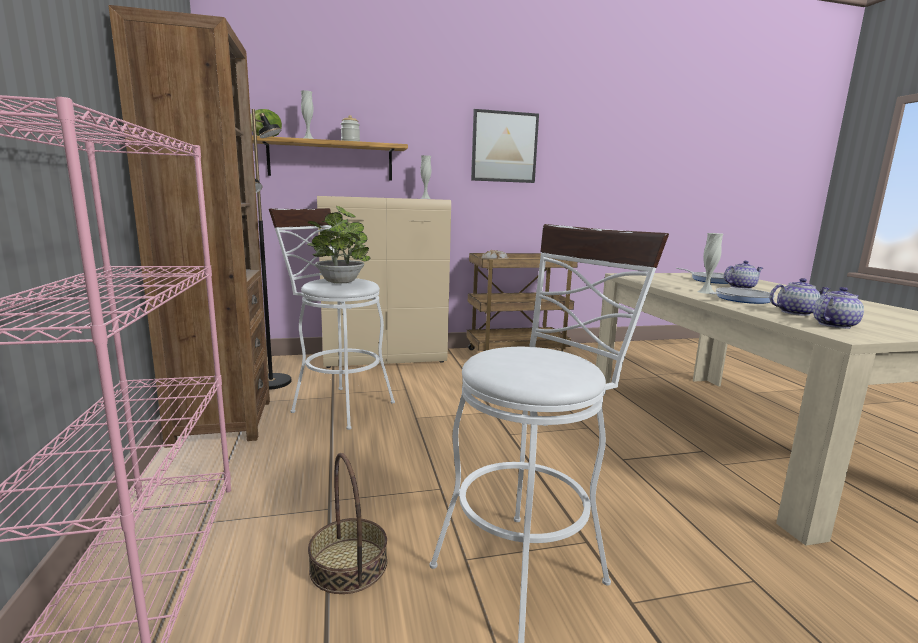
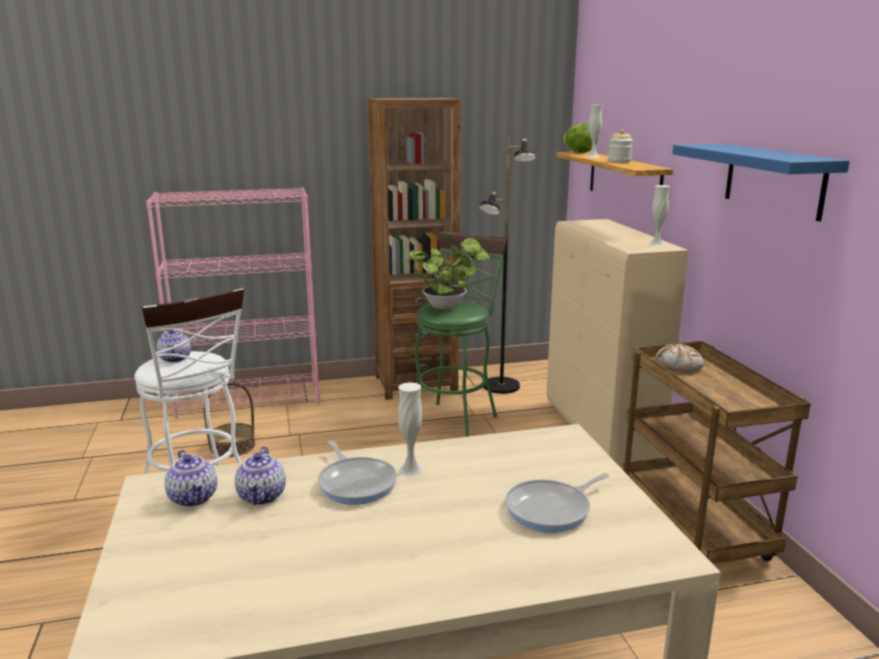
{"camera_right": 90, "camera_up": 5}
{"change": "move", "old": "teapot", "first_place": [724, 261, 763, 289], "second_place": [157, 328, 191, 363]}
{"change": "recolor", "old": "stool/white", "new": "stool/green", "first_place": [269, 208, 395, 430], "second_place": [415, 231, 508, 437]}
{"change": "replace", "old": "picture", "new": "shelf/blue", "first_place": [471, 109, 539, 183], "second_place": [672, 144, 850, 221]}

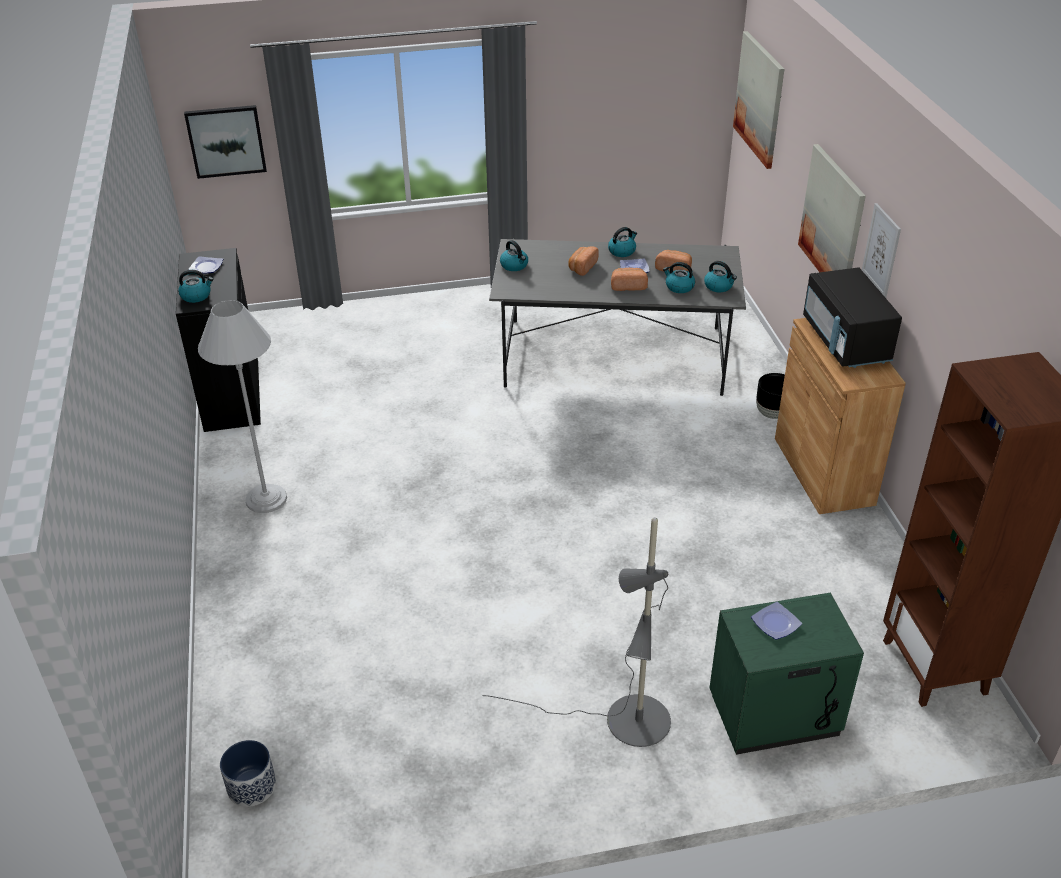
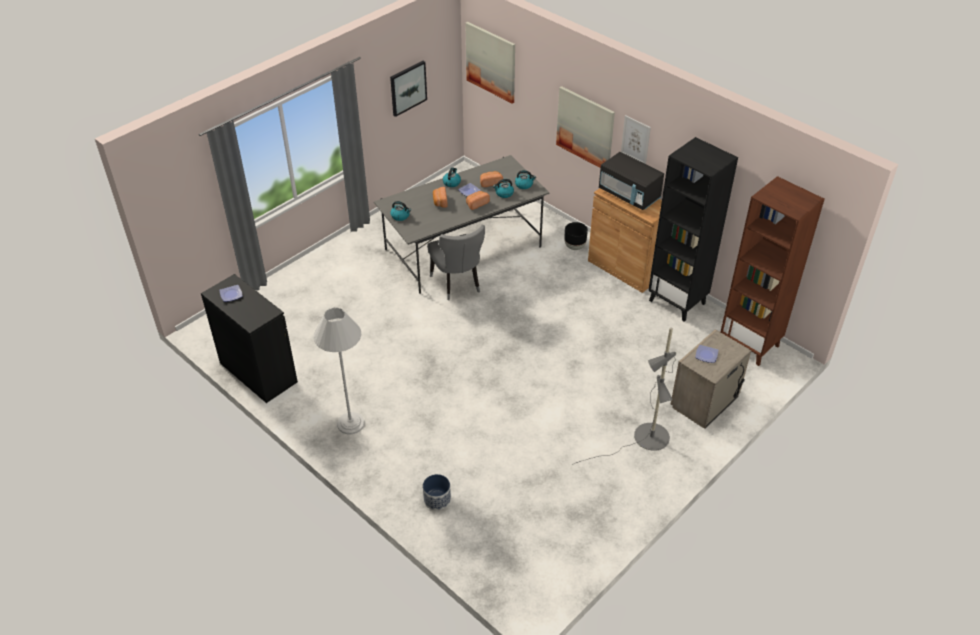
{"camera_right": -35, "camera_up": 5}
{"change": "move", "old": "picture", "first_place": [184, 105, 267, 179], "second_place": [390, 61, 427, 117]}
{"change": "move", "old": "planter", "first_place": [220, 740, 276, 807], "second_place": [423, 474, 451, 511]}
{"change": "insert", "new": "chair/grey", "second_place": [427, 225, 485, 300]}
{"change": "insert", "new": "bookcase/black", "second_place": [648, 137, 738, 322]}
{"change": "recolor", "old": "nightstand/green", "new": "nightstand/beige", "first_place": [709, 593, 864, 755], "second_place": [671, 329, 751, 429]}
{"change": "delete", "old": "kettle", "first_place": [178, 270, 213, 303]}

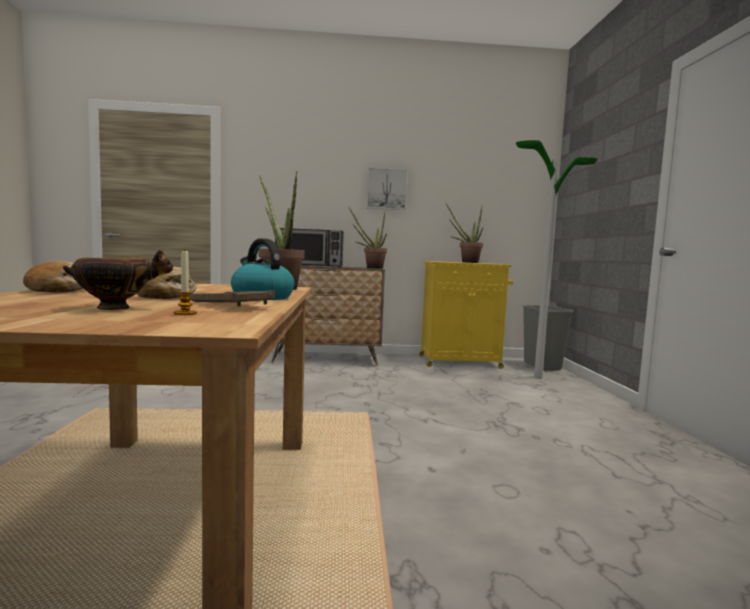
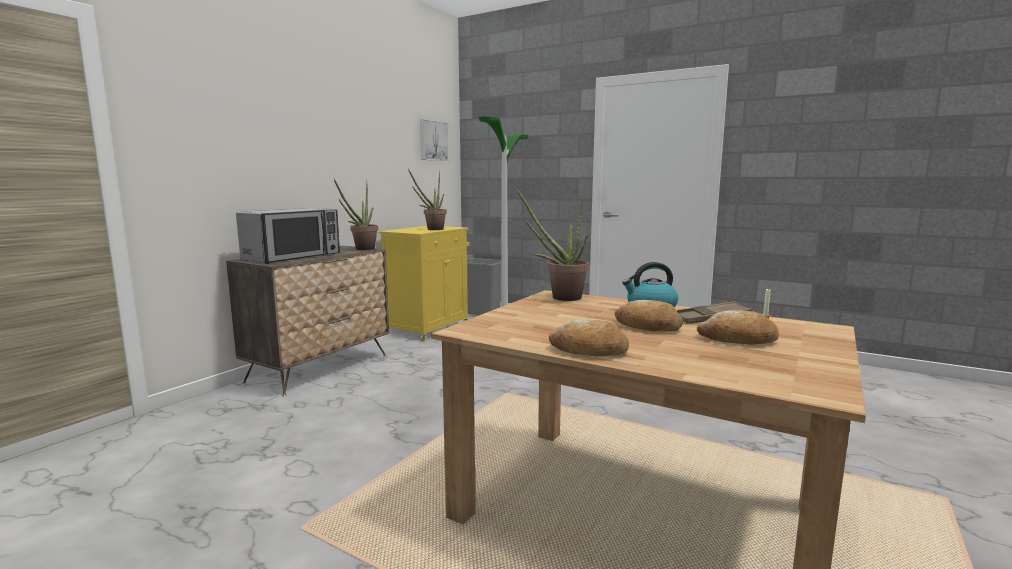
{"camera_right": -55, "camera_up": 5}
{"change": "move", "old": "picture", "first_place": [367, 167, 408, 210], "second_place": [420, 119, 449, 161]}
{"change": "replace", "old": "bowl", "new": "bread", "first_place": [63, 250, 173, 310], "second_place": [697, 310, 779, 345]}

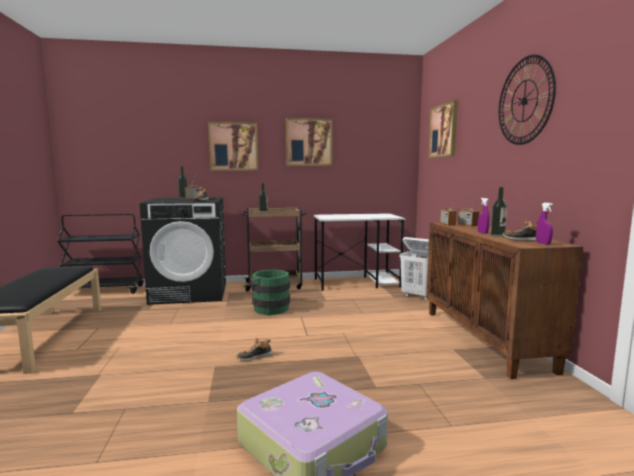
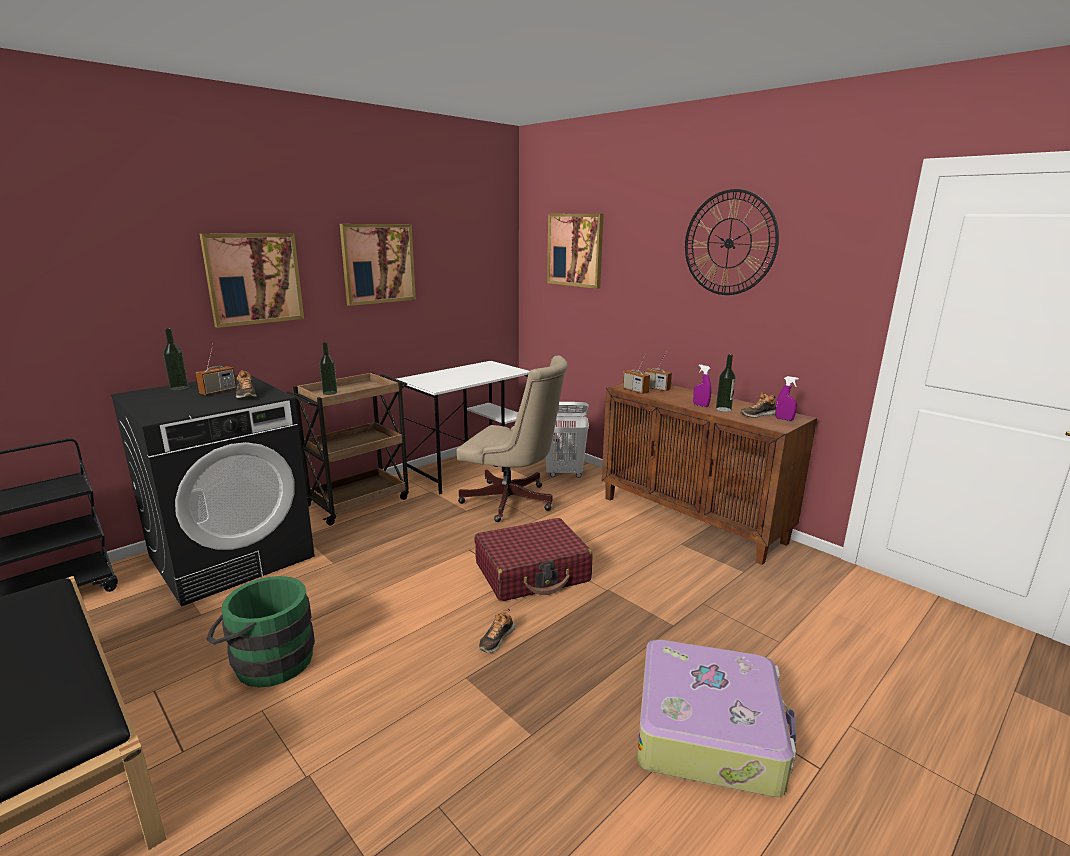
{"camera_right": -35, "camera_up": 10}
{"change": "move", "old": "bucket/green", "first_place": [245, 270, 290, 315], "second_place": [206, 576, 315, 687]}
{"change": "insert", "new": "office chair/beige", "second_place": [456, 355, 568, 522]}
{"change": "insert", "new": "suitcase/red", "second_place": [475, 518, 592, 601]}

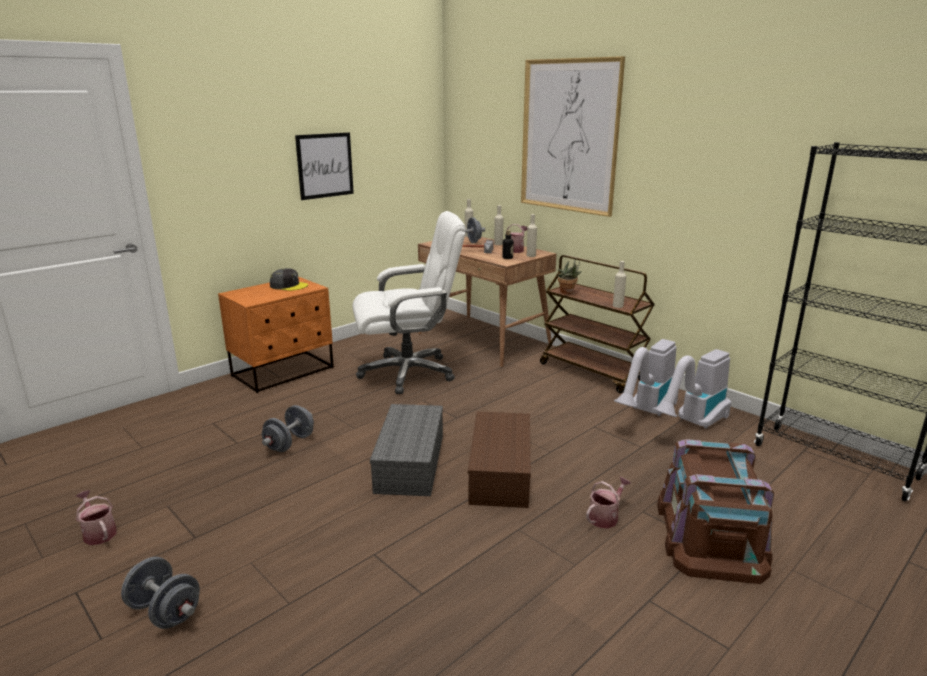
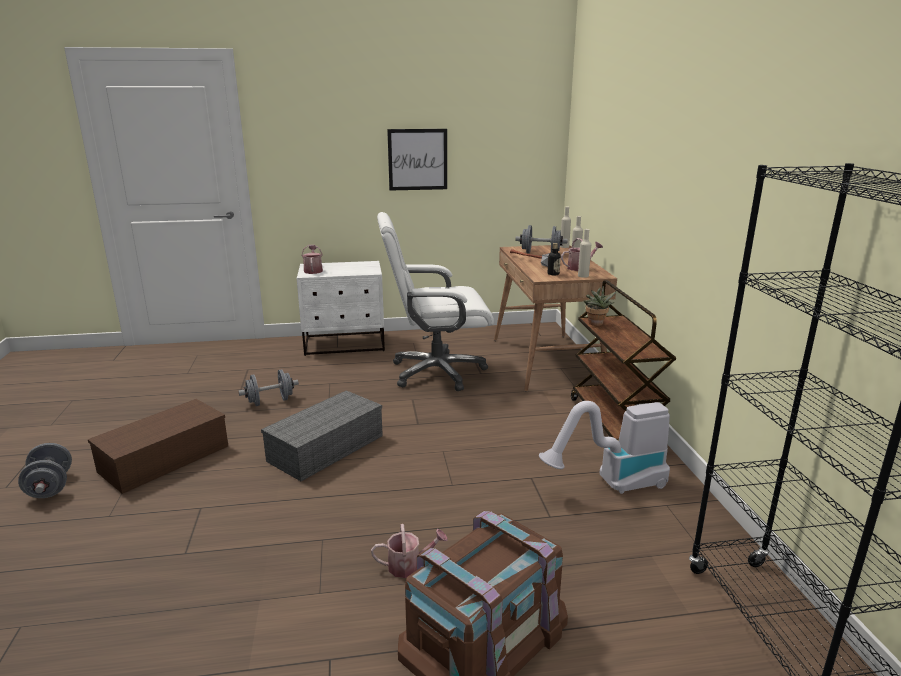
{"camera_right": 35, "camera_up": 0}
{"change": "move", "old": "storage box/brown", "first_place": [468, 411, 531, 508], "second_place": [88, 399, 228, 494]}
{"change": "recolor", "old": "nightstand/orange", "new": "nightstand/white", "first_place": [218, 277, 334, 393], "second_place": [297, 261, 385, 356]}
{"change": "move", "old": "watering can", "first_place": [76, 490, 116, 545], "second_place": [302, 245, 323, 274]}
{"change": "rotate", "old": "office chair/white", "first_place": [352, 211, 466, 394], "second_place": [377, 212, 494, 391], "degrees": 150}
{"change": "delete", "old": "cap/grey", "first_place": [270, 268, 308, 291]}
{"change": "delete", "old": "picture", "first_place": [521, 56, 625, 217]}
{"change": "delete", "old": "bottle/beige", "first_place": [613, 261, 626, 308]}
{"change": "delete", "old": "vacuum cleaner", "first_place": [653, 349, 731, 429]}

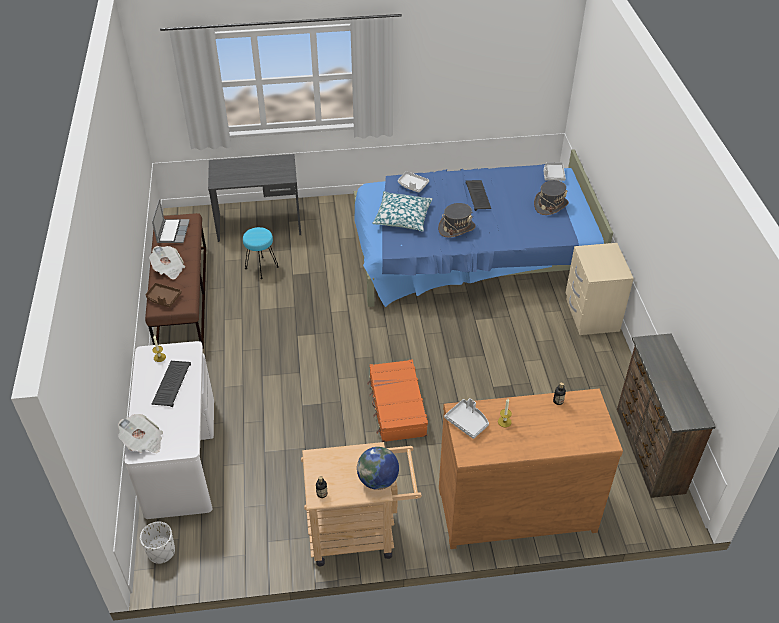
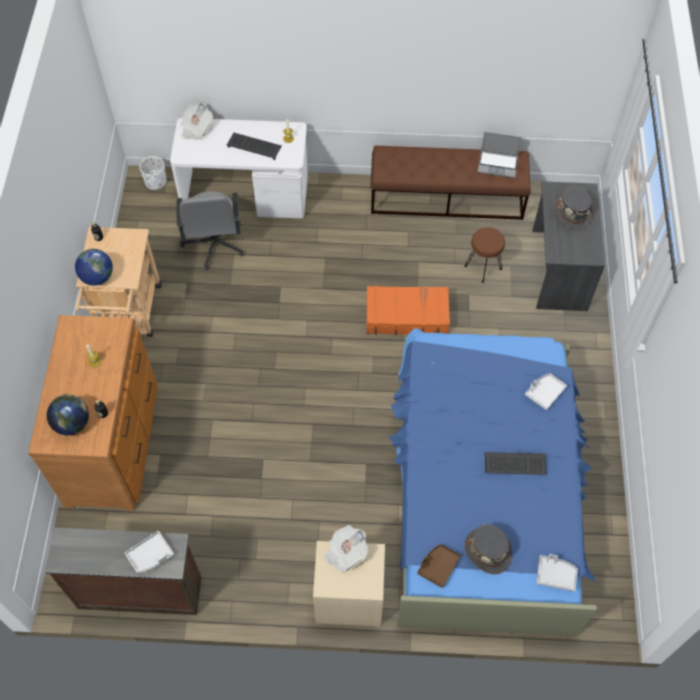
{"camera_right": 100, "camera_up": 15}
{"change": "insert", "new": "globe", "second_place": [47, 394, 89, 435]}
{"change": "move", "old": "tray/grey", "first_place": [444, 398, 489, 439], "second_place": [124, 531, 174, 573]}
{"change": "insert", "new": "office chair/grey", "second_place": [176, 191, 244, 270]}
{"change": "move", "old": "newspaper", "first_place": [149, 246, 185, 279], "second_place": [323, 525, 368, 573]}
{"change": "move", "old": "suitcase/orange", "first_place": [367, 359, 428, 442], "second_place": [366, 286, 450, 335]}
{"change": "move", "old": "tray/brown", "first_place": [146, 283, 182, 307], "second_place": [417, 544, 461, 588]}
{"change": "recolor", "old": "stool/turquoise", "new": "stool/brown", "first_place": [243, 227, 279, 279], "second_place": [465, 227, 505, 283]}
{"change": "move", "old": "hat/grey", "first_place": [438, 203, 476, 237], "second_place": [554, 186, 593, 231]}
{"change": "delete", "old": "pillow", "first_place": [372, 191, 433, 232]}

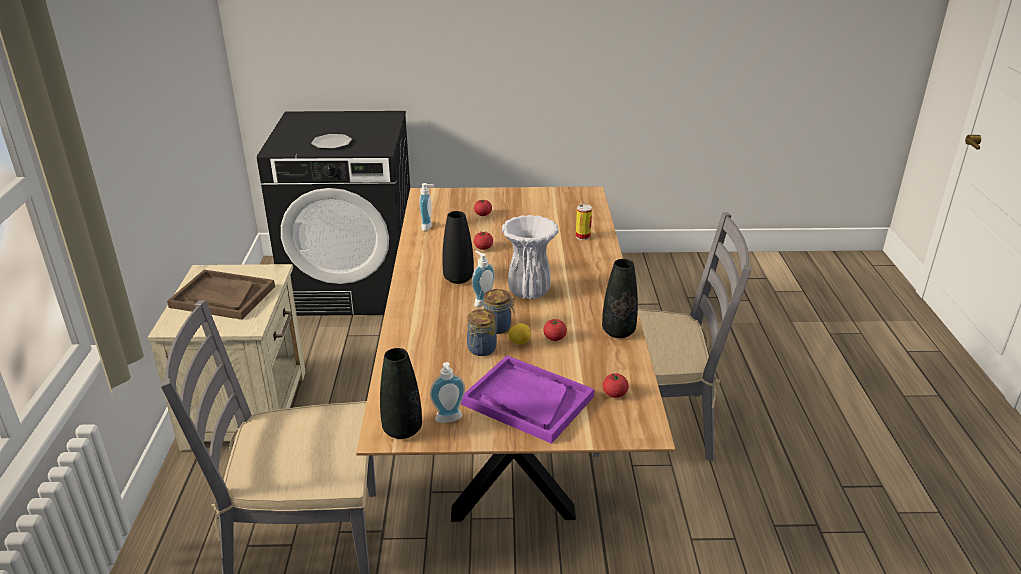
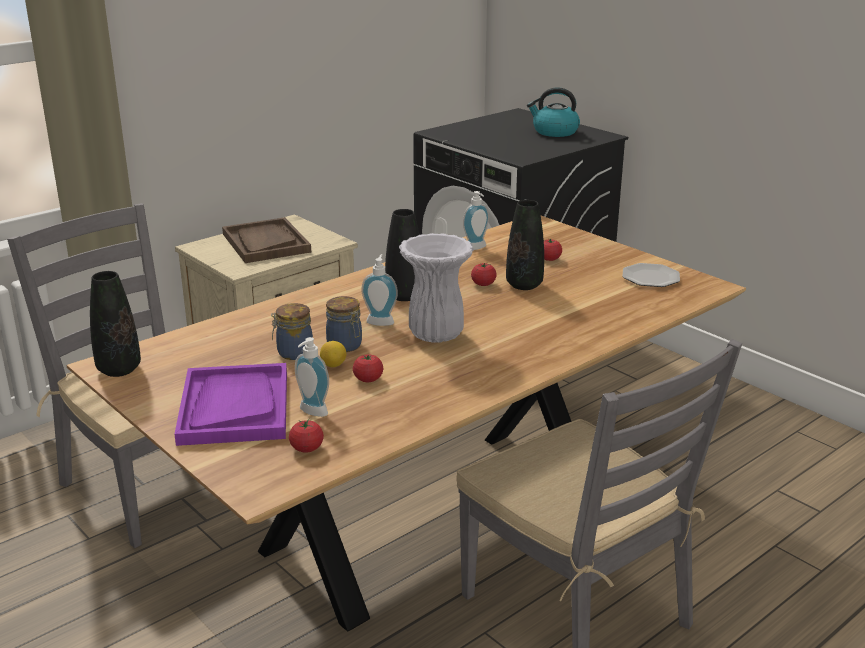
{"camera_right": 50, "camera_up": -5}
{"change": "move", "old": "soap dispenser", "first_place": [430, 362, 465, 423], "second_place": [295, 337, 329, 417]}
{"change": "move", "old": "vase/black", "first_place": [602, 259, 638, 338], "second_place": [506, 200, 544, 290]}
{"change": "insert", "new": "kettle", "second_place": [527, 87, 580, 137]}
{"change": "move", "old": "plate", "first_place": [311, 134, 352, 149], "second_place": [623, 263, 680, 287]}
{"change": "delete", "old": "can", "first_place": [576, 204, 592, 240]}

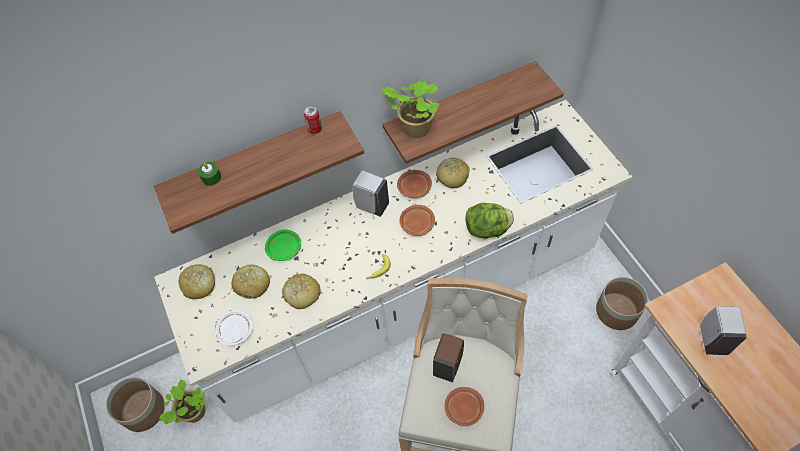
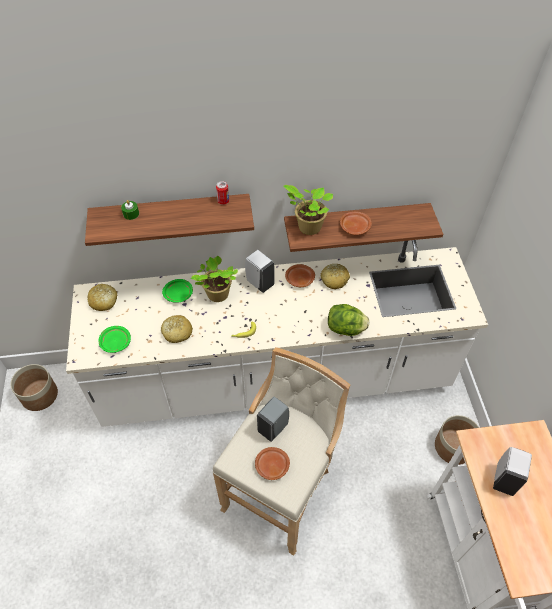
{"camera_right": 15, "camera_up": -5}
{"change": "recolor", "old": "plate/white", "new": "plate/green", "first_place": [214, 309, 253, 346], "second_place": [99, 326, 131, 353]}
{"change": "move", "old": "potted plant", "first_place": [159, 379, 206, 424], "second_place": [191, 256, 238, 302]}
{"change": "recolor", "old": "soap dispenser/brown", "new": "soap dispenser/grey", "first_place": [433, 333, 464, 382], "second_place": [257, 396, 289, 442]}
{"change": "move", "old": "plate/brown", "first_place": [400, 205, 435, 236], "second_place": [340, 211, 372, 235]}
{"change": "delete", "old": "bread", "first_place": [231, 265, 270, 299]}

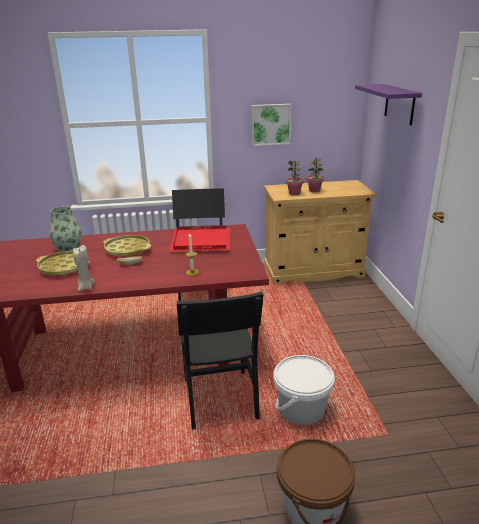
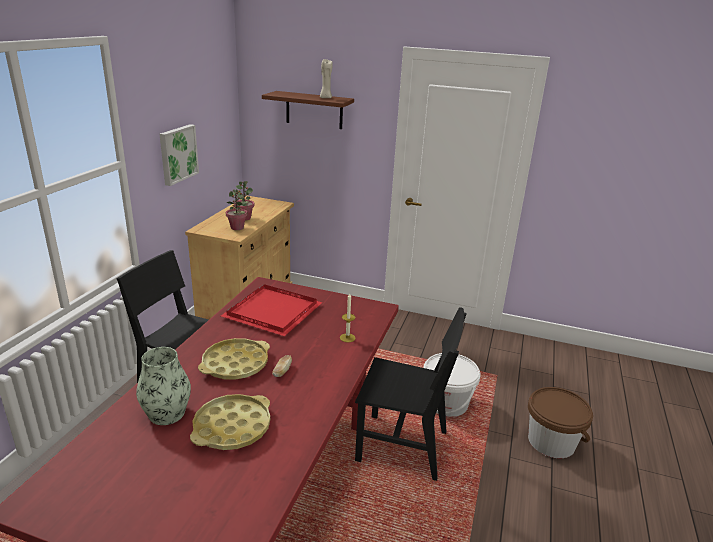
{"camera_right": -65, "camera_up": 0}
{"change": "recolor", "old": "shelf/purple", "new": "shelf/brown", "first_place": [355, 84, 422, 126], "second_place": [262, 91, 354, 129]}
{"change": "move", "old": "candle/beige", "first_place": [73, 245, 95, 291], "second_place": [320, 59, 333, 98]}

